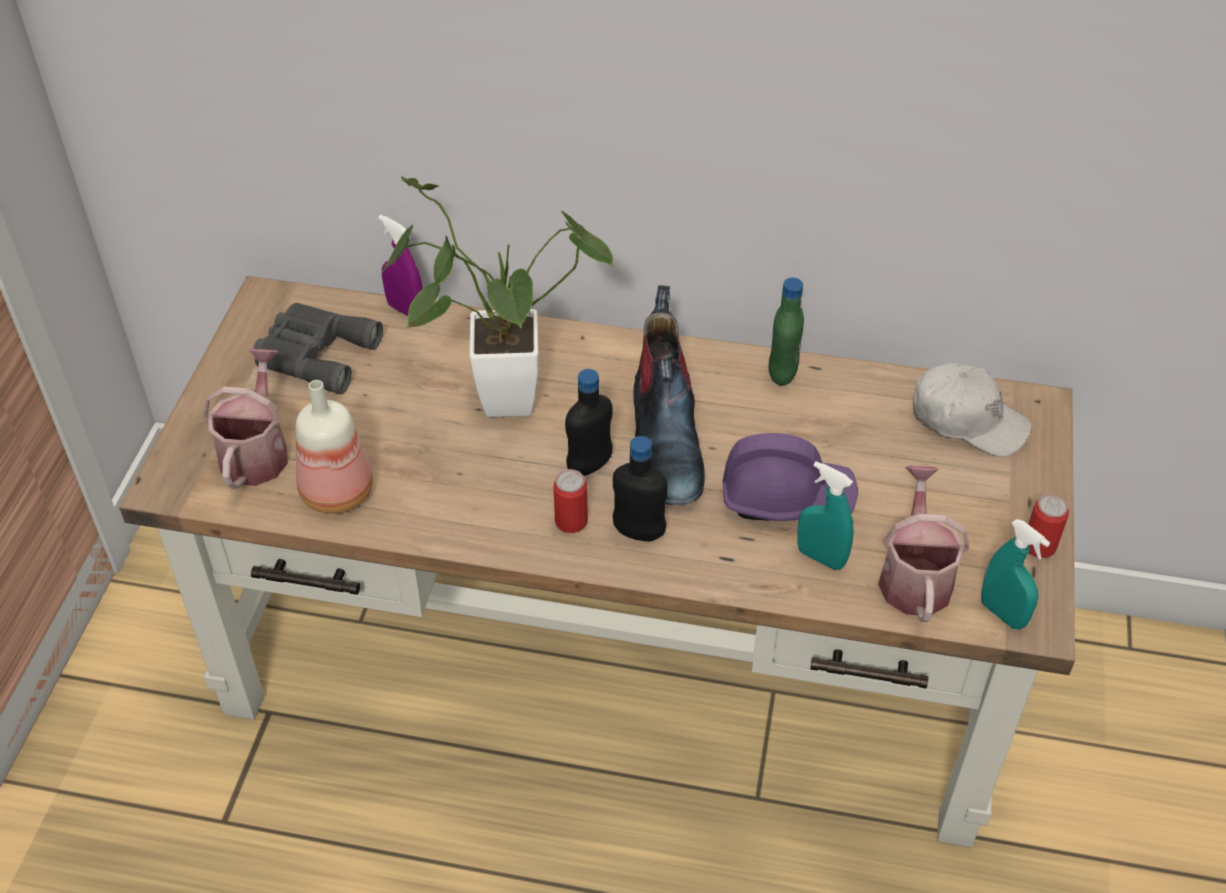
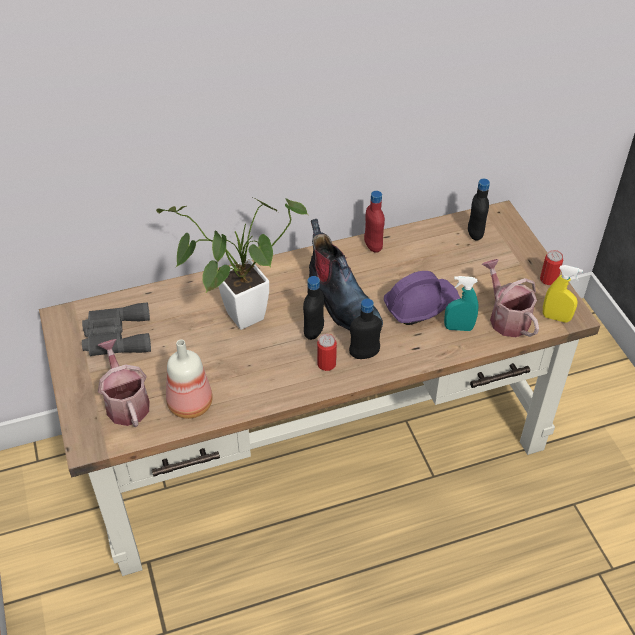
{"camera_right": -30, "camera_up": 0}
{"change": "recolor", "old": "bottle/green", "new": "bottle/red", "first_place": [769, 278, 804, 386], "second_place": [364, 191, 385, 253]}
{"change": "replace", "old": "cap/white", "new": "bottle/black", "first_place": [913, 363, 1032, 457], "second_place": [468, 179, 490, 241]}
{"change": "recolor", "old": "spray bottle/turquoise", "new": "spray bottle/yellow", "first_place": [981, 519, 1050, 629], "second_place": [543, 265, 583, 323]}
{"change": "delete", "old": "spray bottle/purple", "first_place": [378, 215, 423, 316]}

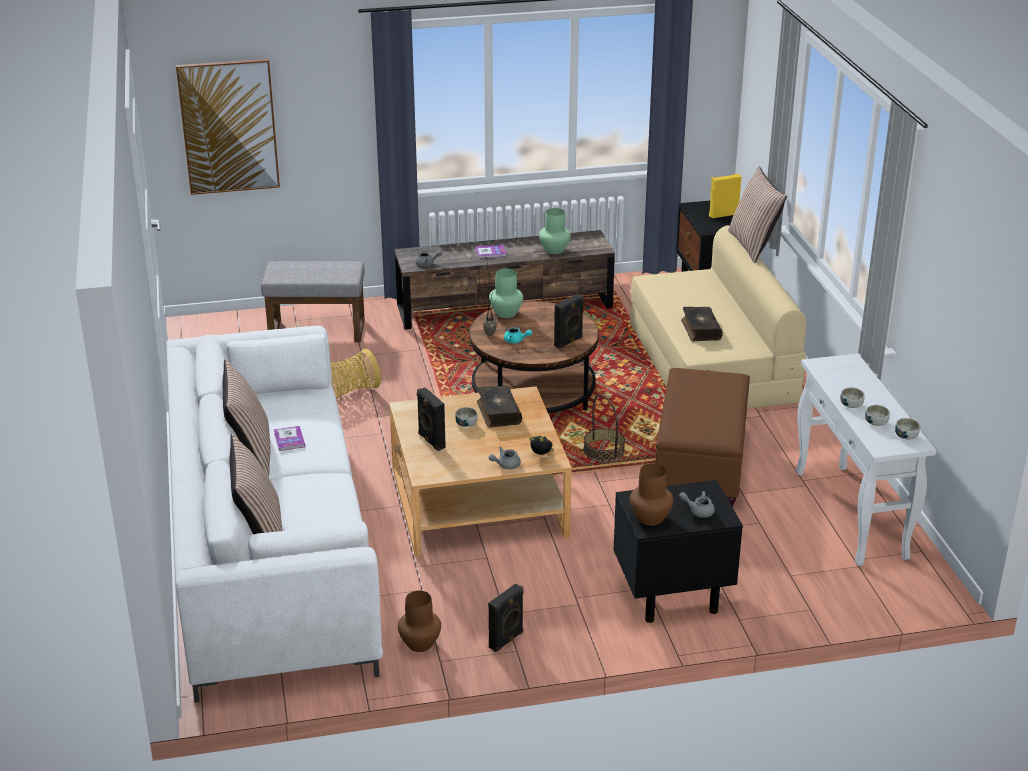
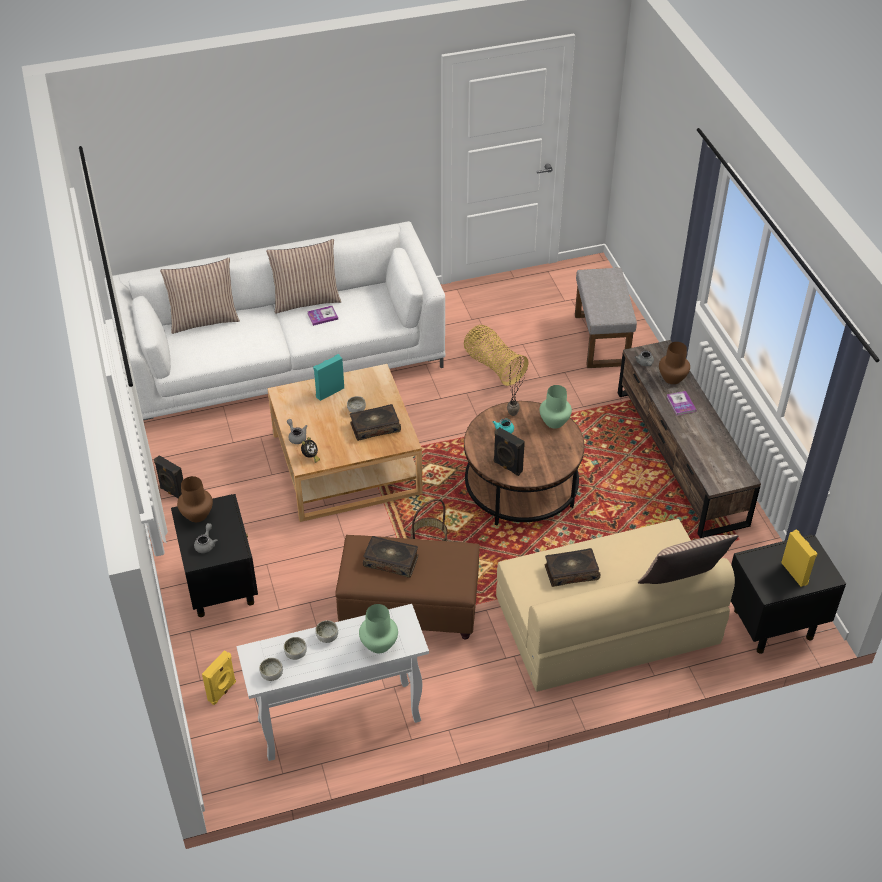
{"camera_right": 85, "camera_up": 15}
{"change": "insert", "new": "speaker/yellow", "second_place": [202, 650, 236, 705]}
{"change": "recolor", "old": "speaker/black", "new": "speaker/turquoise", "first_place": [417, 387, 446, 451], "second_place": [313, 354, 344, 401]}
{"change": "move", "old": "vase/green", "first_place": [539, 208, 571, 254], "second_place": [359, 604, 398, 653]}
{"change": "insert", "new": "book", "second_place": [363, 536, 418, 578]}
{"change": "move", "old": "vase/brown", "first_place": [398, 591, 441, 652], "second_place": [659, 342, 690, 384]}
{"change": "delete", "old": "picture", "first_place": [176, 59, 280, 195]}

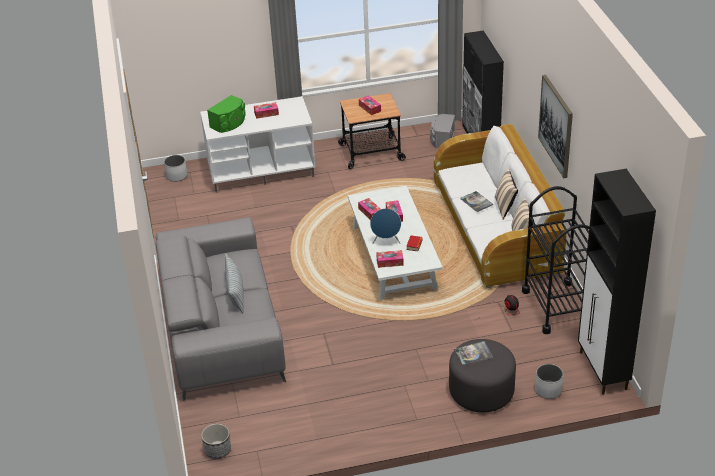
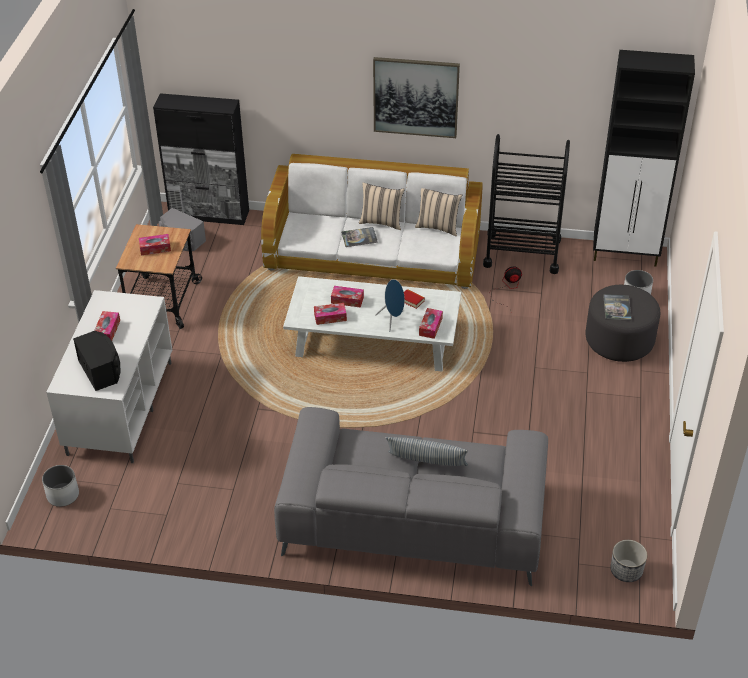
{"camera_right": -70, "camera_up": 5}
{"change": "recolor", "old": "speaker/green", "new": "speaker/black", "first_place": [207, 95, 246, 133], "second_place": [73, 331, 121, 391]}

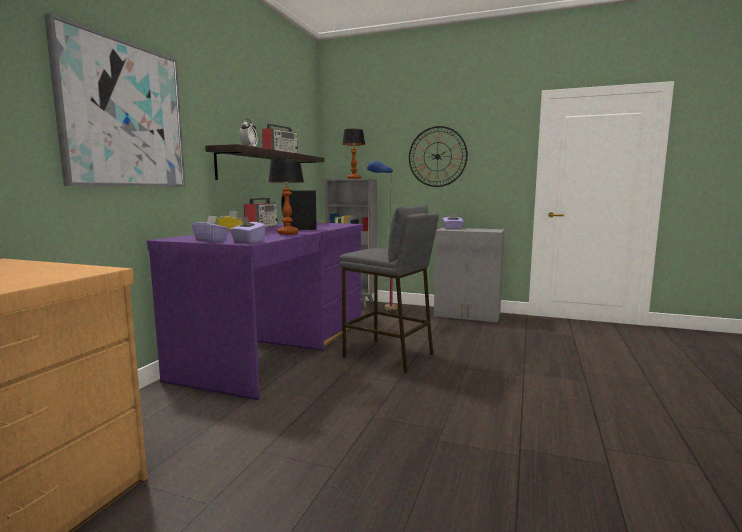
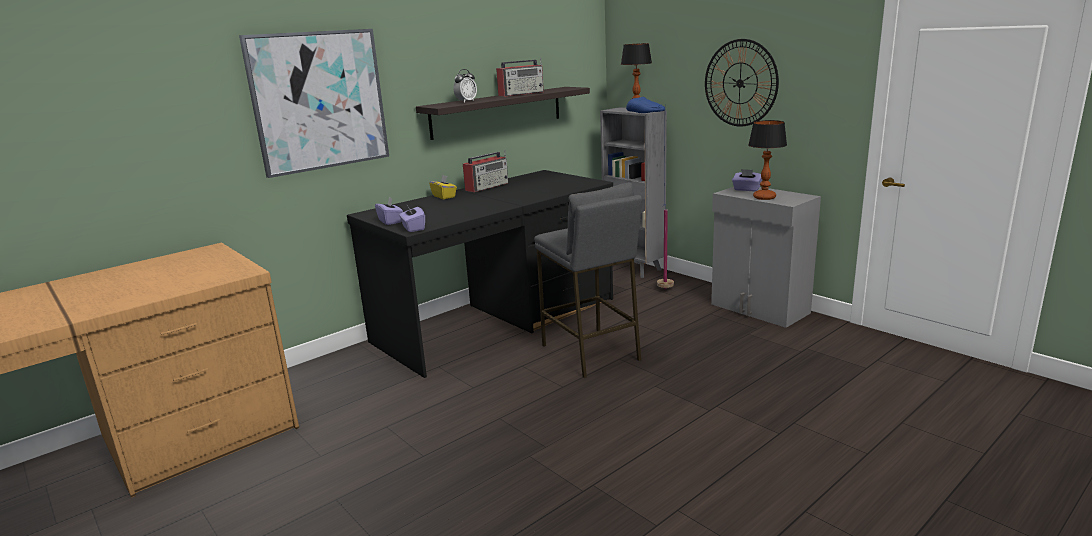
{"camera_right": 30, "camera_up": 10}
{"change": "recolor", "old": "desk/purple", "new": "desk/black", "first_place": [147, 223, 363, 400], "second_place": [347, 170, 613, 378]}
{"change": "move", "old": "table lamp", "first_place": [268, 159, 304, 235], "second_place": [748, 120, 787, 200]}
{"change": "delete", "old": "speaker/black", "first_place": [281, 190, 317, 230]}

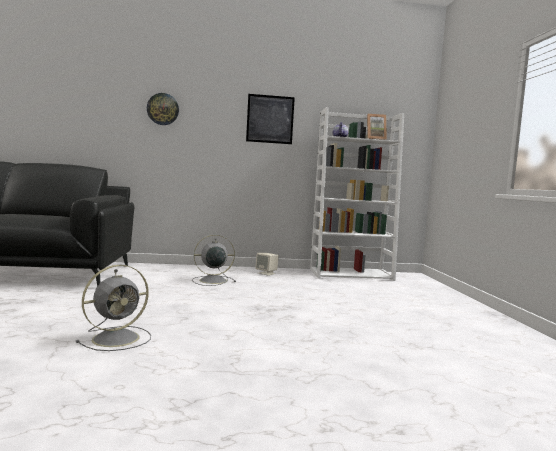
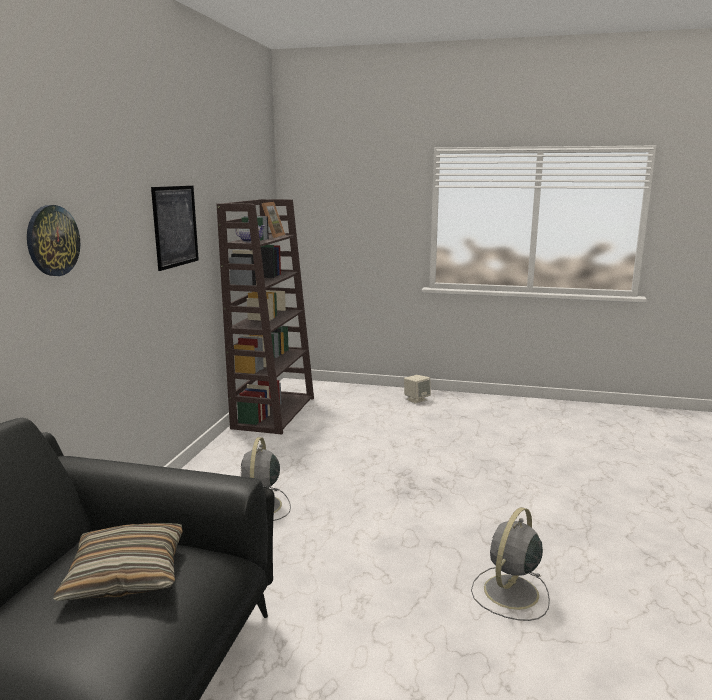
{"camera_right": -70, "camera_up": 10}
{"change": "insert", "new": "pillow", "second_place": [53, 523, 183, 601]}
{"change": "recolor", "old": "bookcase/white", "new": "bookcase/brown", "first_place": [310, 107, 404, 281], "second_place": [217, 199, 314, 435]}
{"change": "move", "old": "speaker/beige", "first_place": [255, 253, 279, 276], "second_place": [404, 375, 431, 404]}
{"change": "rotate", "old": "fan/grey", "first_place": [76, 265, 151, 351], "second_place": [471, 507, 550, 621], "degrees": -120}

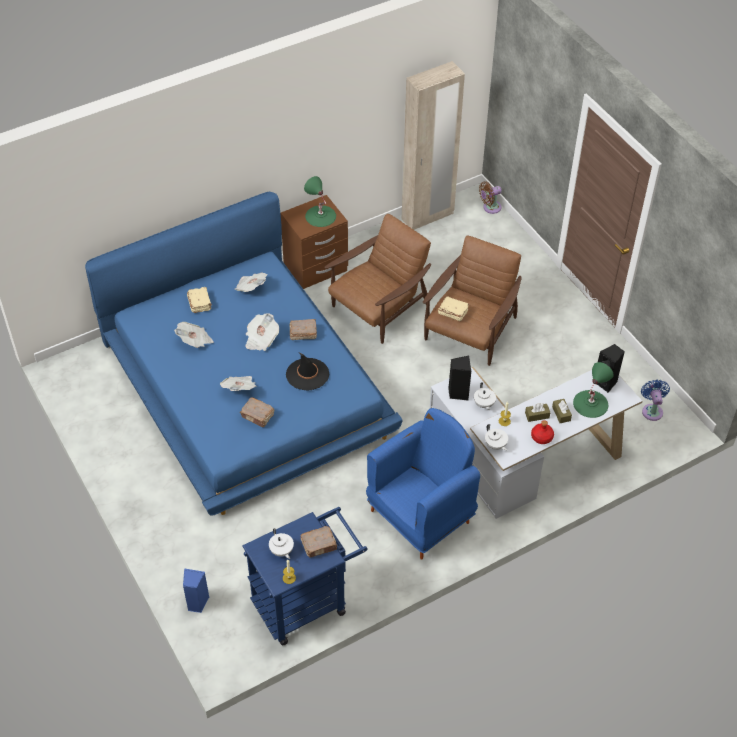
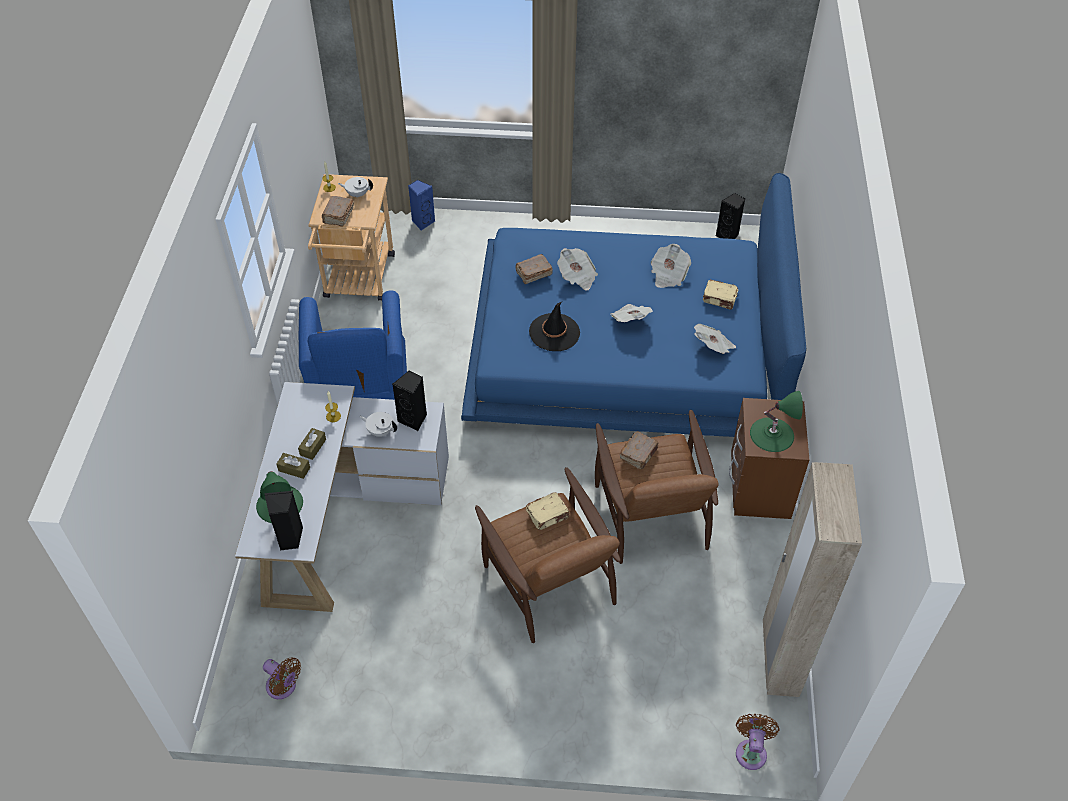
{"camera_right": 125, "camera_up": 0}
{"change": "recolor", "old": "fan/blue", "new": "fan/brown", "first_place": [641, 380, 670, 421], "second_place": [263, 657, 301, 699]}
{"change": "recolor", "old": "cart/blue", "new": "cart/beige", "first_place": [242, 507, 368, 645], "second_place": [308, 174, 395, 300]}
{"change": "move", "old": "book/brown", "first_place": [289, 319, 317, 340], "second_place": [620, 431, 658, 469]}
{"change": "insert", "new": "speaker/black", "second_place": [716, 193, 745, 239]}
{"change": "delete", "old": "teapot/white", "first_place": [485, 424, 508, 451]}
{"change": "delete", "old": "bottle/red", "first_place": [531, 420, 554, 444]}

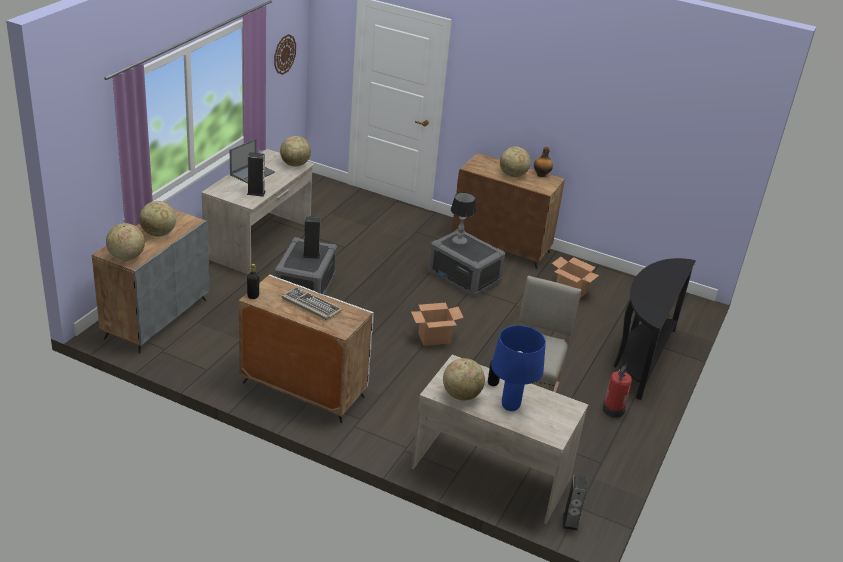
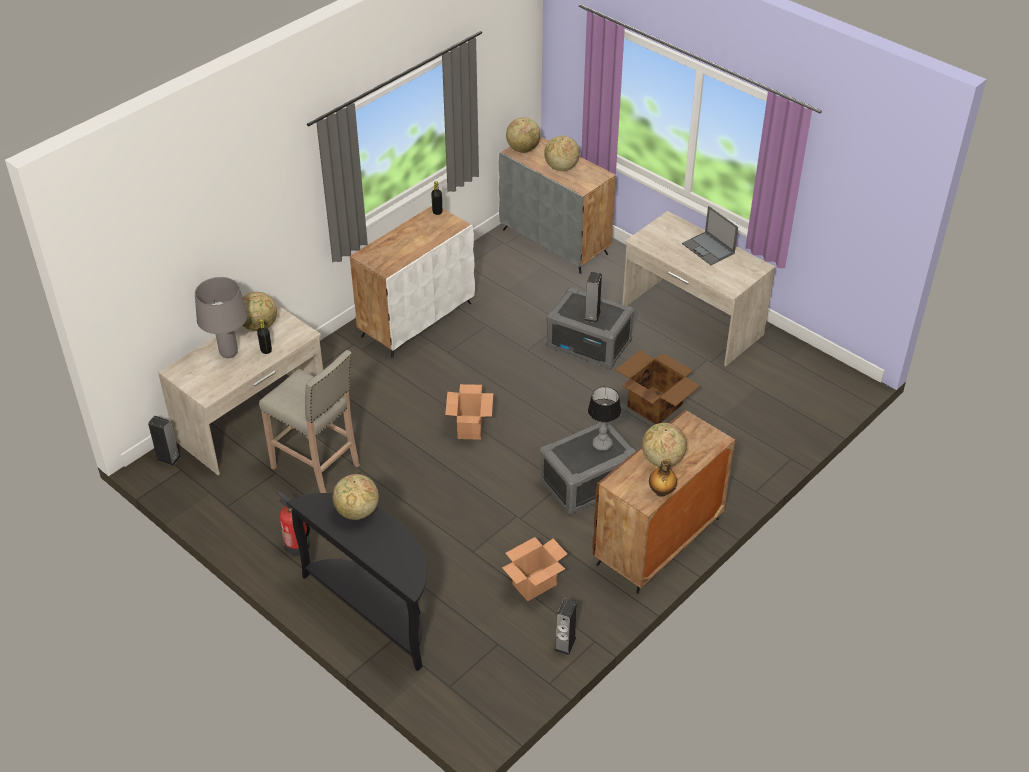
{"camera_right": 110, "camera_up": 10}
{"change": "recolor", "old": "table lamp/blue", "new": "table lamp/grey", "first_place": [491, 325, 546, 411], "second_place": [195, 277, 248, 358]}
{"change": "move", "old": "globe", "first_place": [280, 136, 311, 167], "second_place": [333, 474, 379, 520]}
{"change": "move", "old": "speaker", "first_place": [247, 152, 266, 197], "second_place": [554, 599, 577, 656]}
{"change": "insert", "new": "cardboard box", "second_place": [615, 350, 700, 424]}
{"change": "delete", "old": "wall clock", "first_place": [274, 34, 296, 75]}
{"change": "delete", "old": "keyboard", "first_place": [282, 287, 343, 320]}

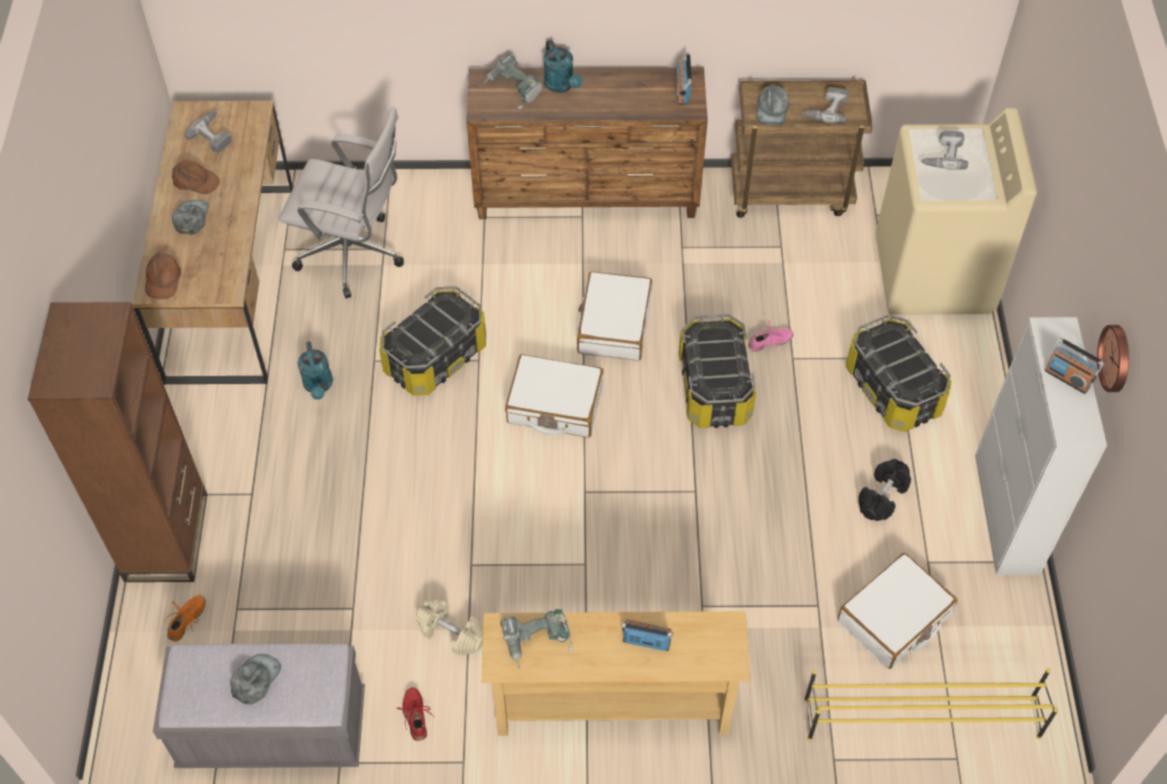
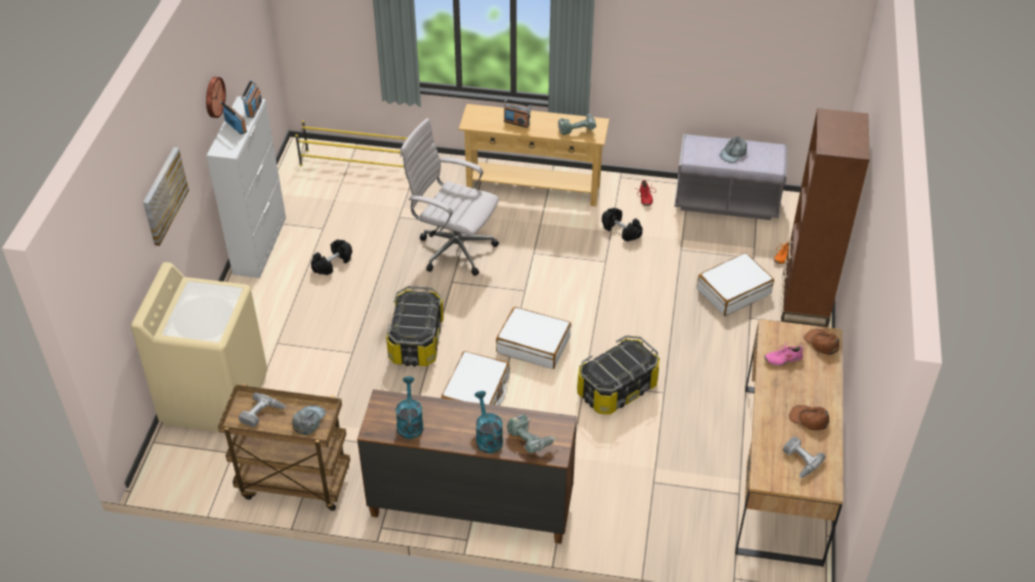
{"camera_right": -170, "camera_up": -10}
{"change": "insert", "new": "picture", "second_place": [143, 147, 189, 246]}
{"change": "move", "old": "radio", "first_place": [676, 52, 692, 105], "second_place": [241, 80, 262, 118]}
{"change": "move", "old": "watering can/turquoise", "first_place": [298, 341, 333, 400], "second_place": [396, 377, 423, 439]}
{"change": "move", "old": "office chair/white", "first_place": [279, 107, 404, 298], "second_place": [400, 118, 499, 276]}
{"change": "recolor", "old": "dumbbell/beige", "new": "dumbbell/black", "first_place": [416, 599, 483, 655], "second_place": [602, 208, 643, 242]}
{"change": "move", "old": "suitcase/white", "first_place": [838, 553, 957, 669], "second_place": [697, 253, 774, 316]}
{"change": "move", "old": "shoe/pink", "first_place": [748, 320, 793, 352], "second_place": [764, 342, 803, 366]}
{"change": "rotate", "old": "cap/brown", "first_place": [145, 253, 181, 299], "second_place": [804, 329, 840, 355], "degrees": -45}
{"change": "delete", "old": "cap/grey", "first_place": [172, 200, 209, 235]}
{"change": "delete", "old": "storage box", "first_place": [846, 315, 952, 432]}
{"change": "delete", "old": "power drill", "first_place": [921, 131, 968, 170]}

